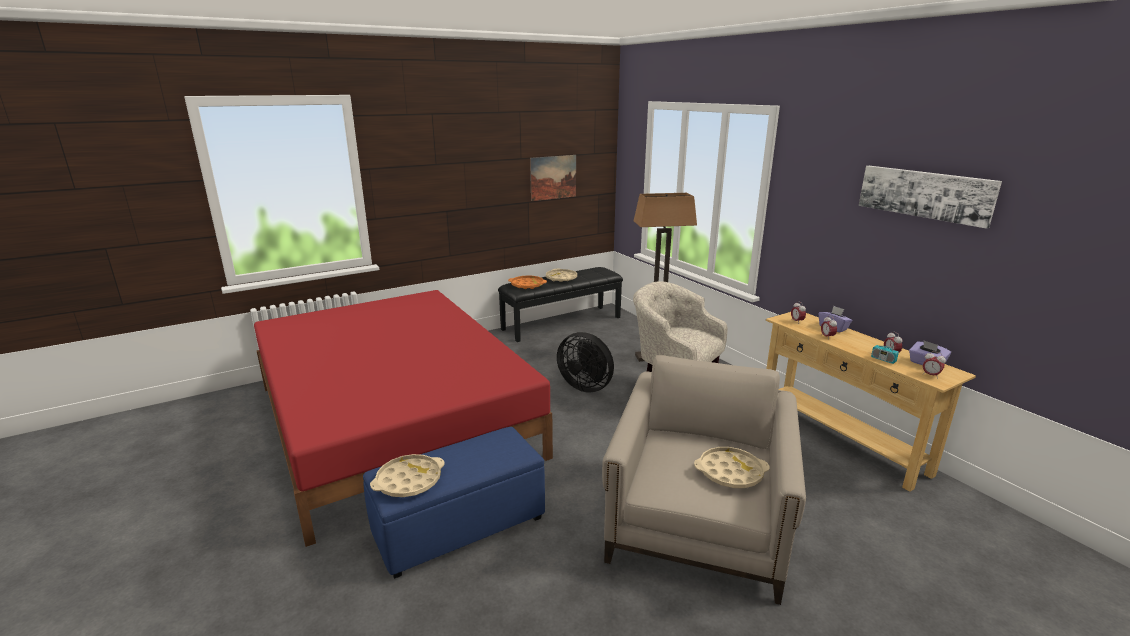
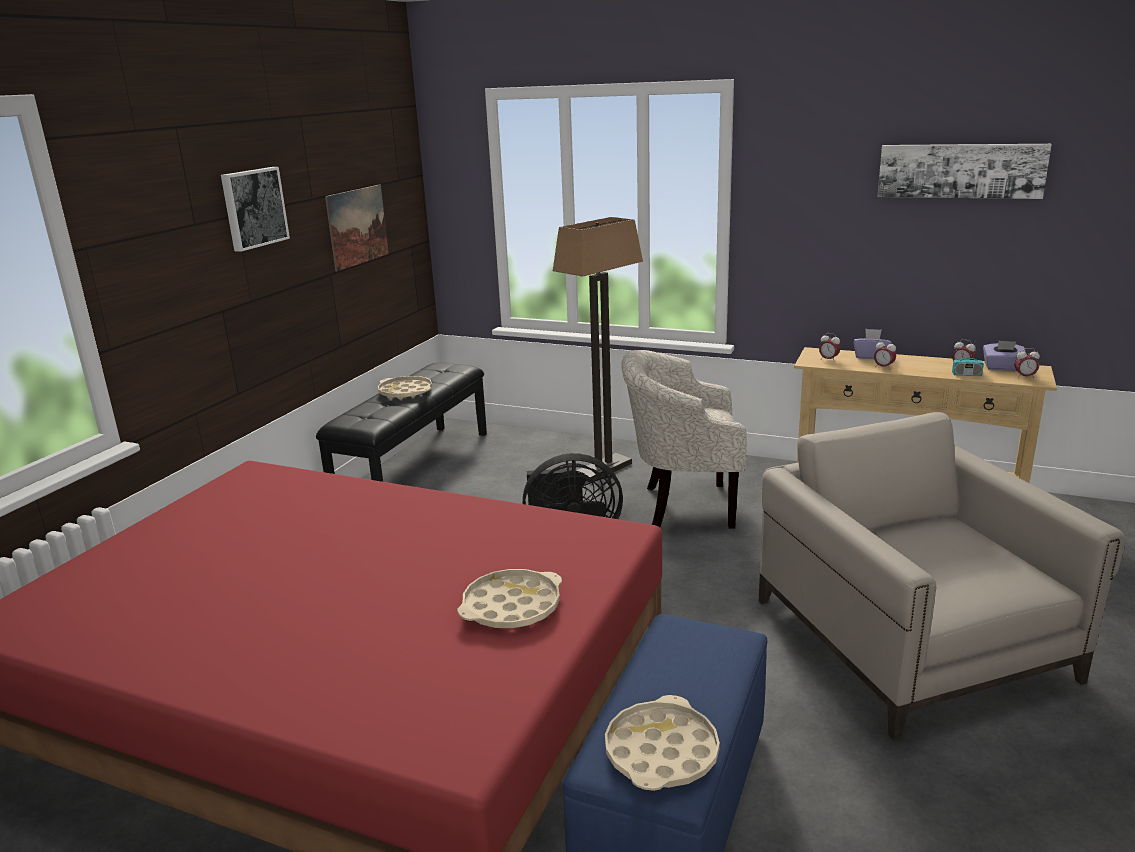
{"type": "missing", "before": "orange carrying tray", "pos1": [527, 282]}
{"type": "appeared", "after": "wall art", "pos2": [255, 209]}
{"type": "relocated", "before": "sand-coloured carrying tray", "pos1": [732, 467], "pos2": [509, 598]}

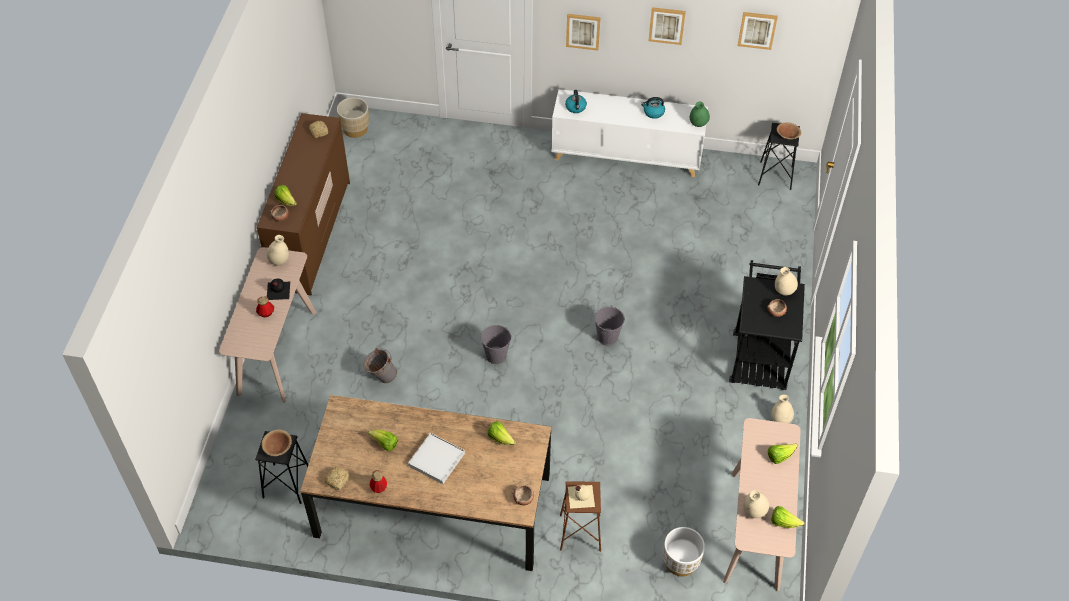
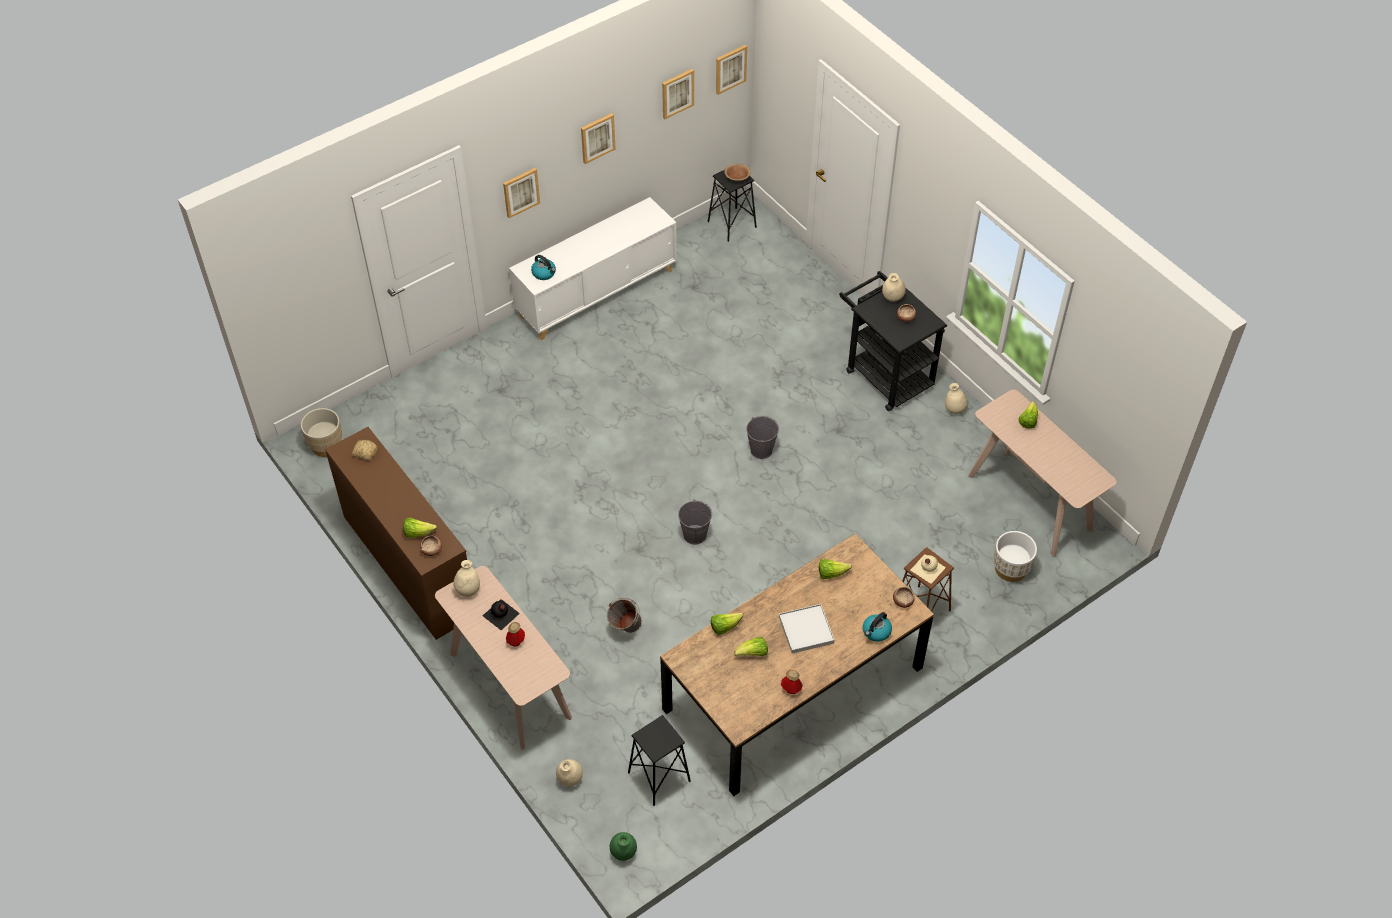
{"type": "missing", "before": "brown bowl", "pos1": [276, 442]}
{"type": "missing", "before": "bread", "pos1": [337, 478]}
{"type": "appeared", "after": "wall art", "pos2": [731, 70]}
{"type": "relocated", "before": "water kettle", "pos1": [653, 108], "pos2": [877, 627]}
{"type": "relocated", "before": "green-coloured flower vase", "pos1": [700, 114], "pos2": [623, 846]}
{"type": "relocated", "before": "sand-coloured flower vase", "pos1": [756, 504], "pos2": [569, 773]}
{"type": "relocated", "before": "head of lettuce", "pos1": [787, 517], "pos2": [727, 624]}

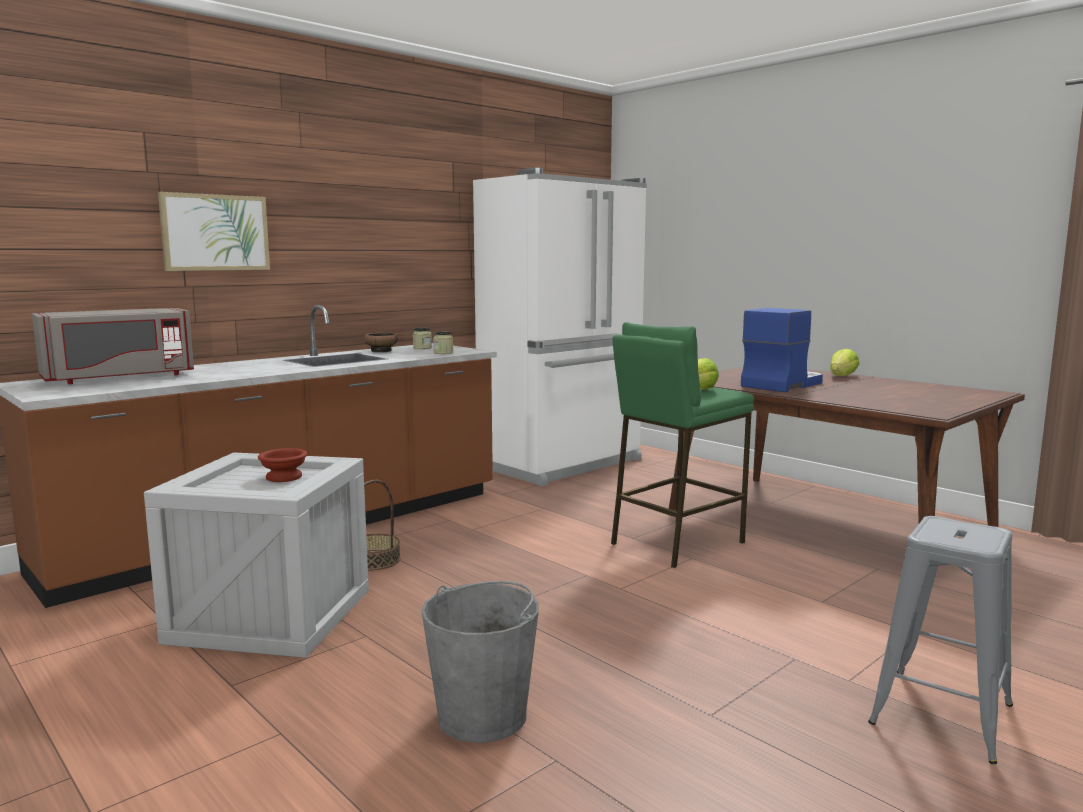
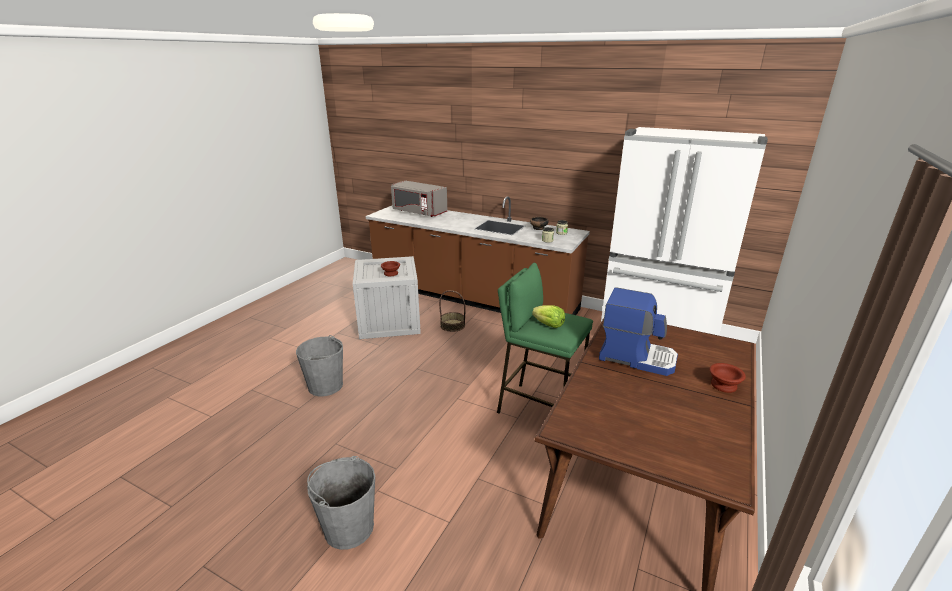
{"type": "missing", "before": "wall art", "pos1": [214, 231]}
{"type": "exchanged", "before": "head of lettuce", "after": "brown bowl", "pos1": [844, 362], "pos2": [728, 378]}
{"type": "exchanged", "before": "gray stool seat", "after": "gray water bucket", "pos1": [940, 640], "pos2": [341, 503]}

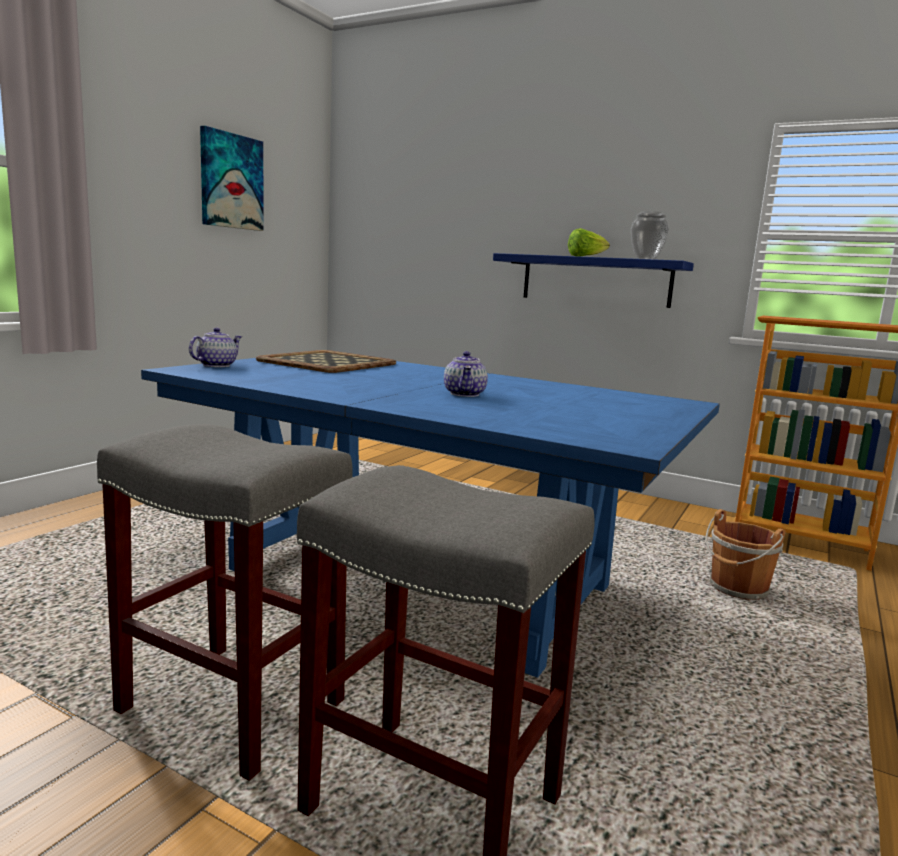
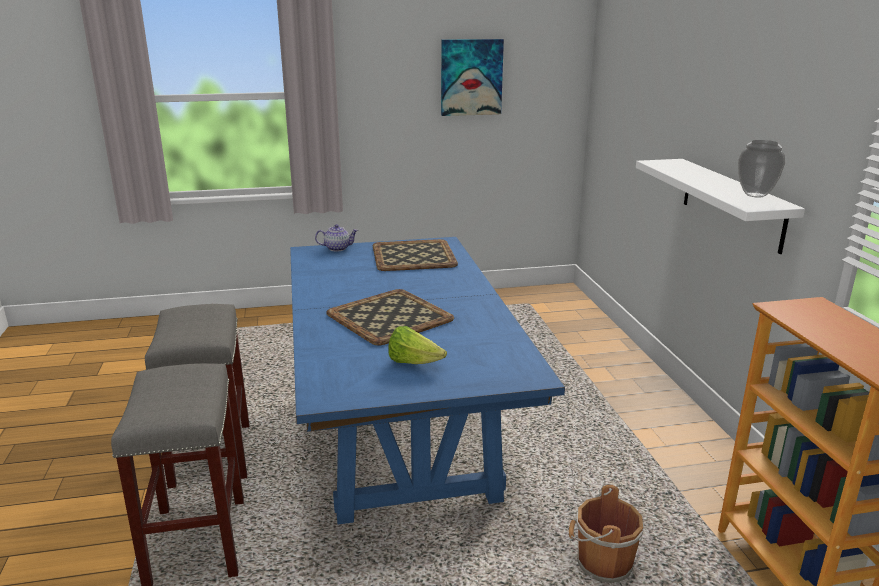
{"type": "relocated", "before": "head of lettuce", "pos1": [589, 242], "pos2": [417, 345]}
{"type": "exchanged", "before": "teapot", "after": "carrying tray", "pos1": [466, 374], "pos2": [390, 317]}
{"type": "colour", "before": "blue-coloured shelf", "after": "white shelf", "pos1": [593, 280], "pos2": [720, 206]}

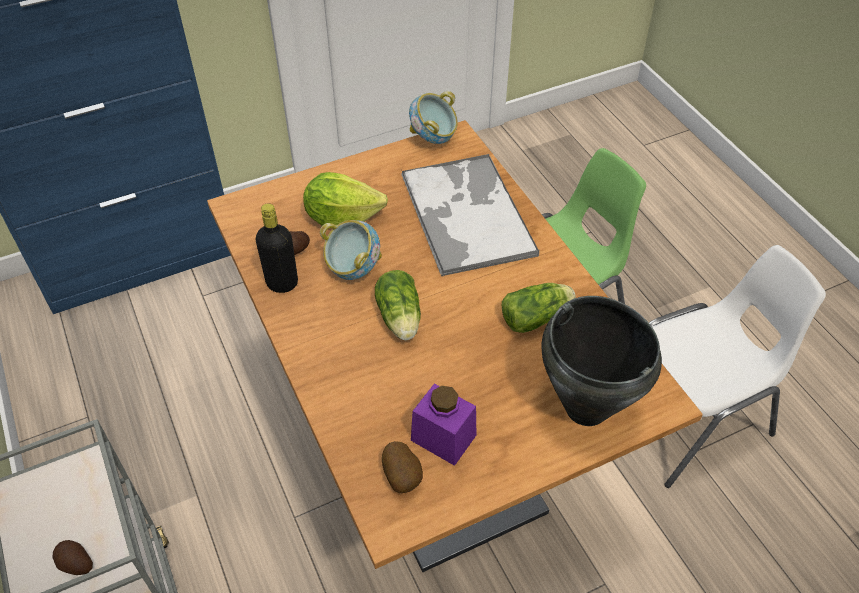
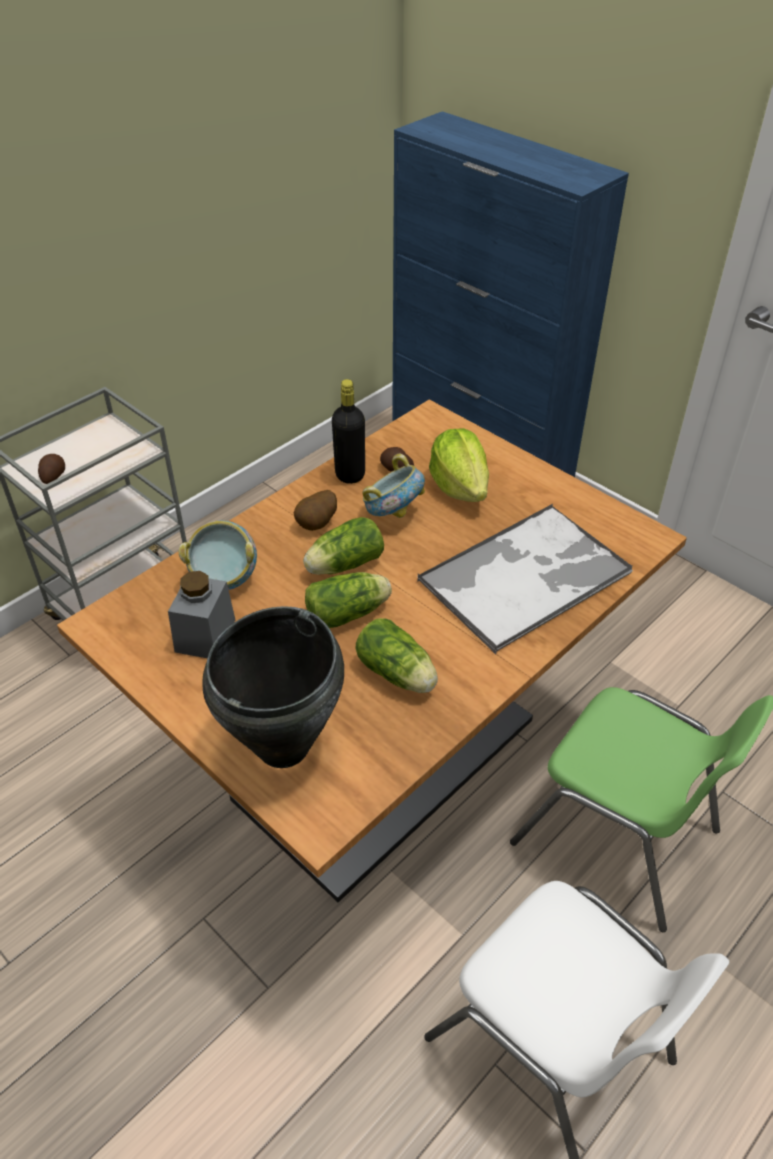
{"type": "appeared", "after": "head of lettuce", "pos2": [348, 600]}
{"type": "relocated", "before": "whole potato", "pos1": [402, 467], "pos2": [315, 510]}
{"type": "relocated", "before": "bowl", "pos1": [433, 117], "pos2": [218, 555]}
{"type": "colour", "before": "purplish storage jar", "after": "gray storage jar", "pos1": [443, 425], "pos2": [201, 614]}

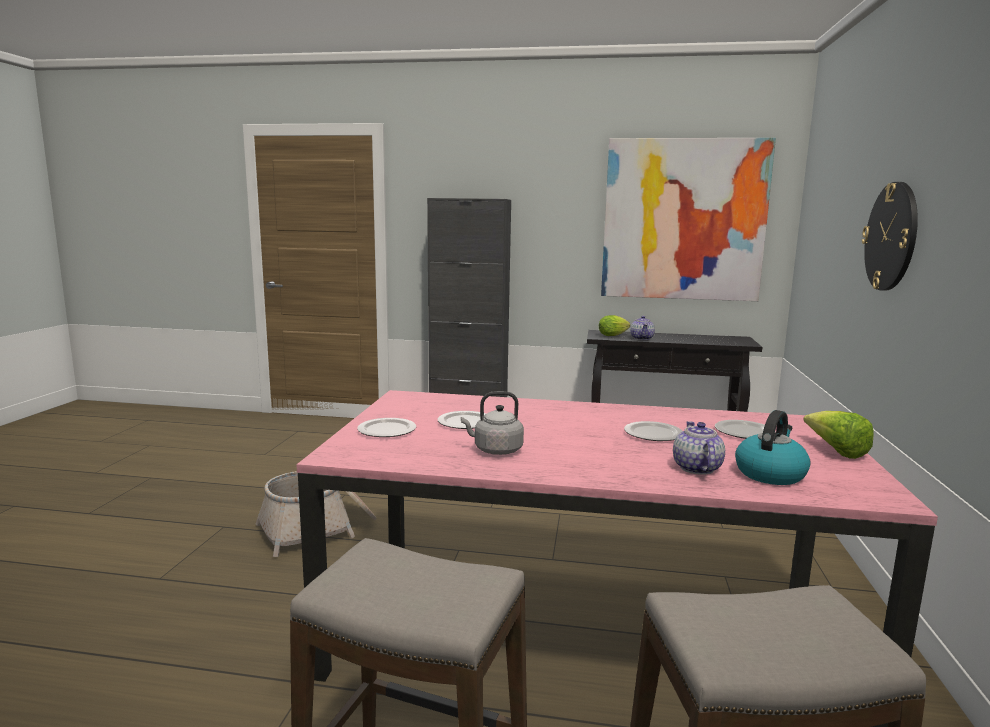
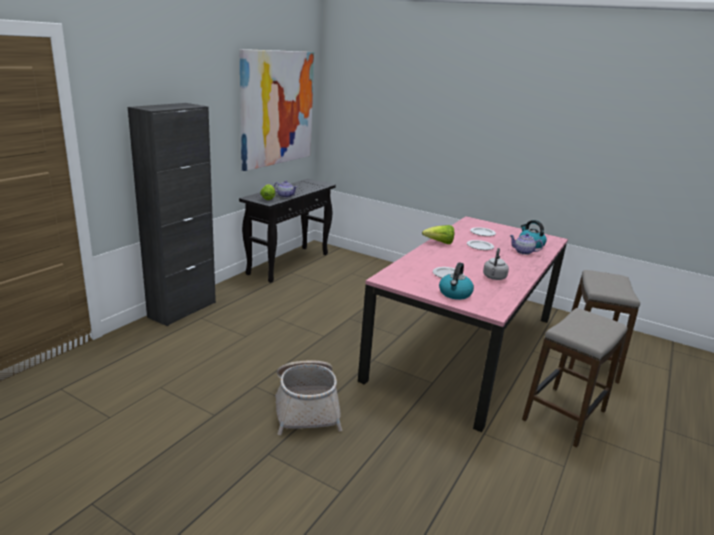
{"type": "missing", "before": "hanging clock", "pos1": [890, 236]}
{"type": "relocated", "before": "head of lettuce", "pos1": [838, 435], "pos2": [438, 234]}
{"type": "exchanged", "before": "dinner plate", "after": "water kettle", "pos1": [386, 427], "pos2": [456, 281]}

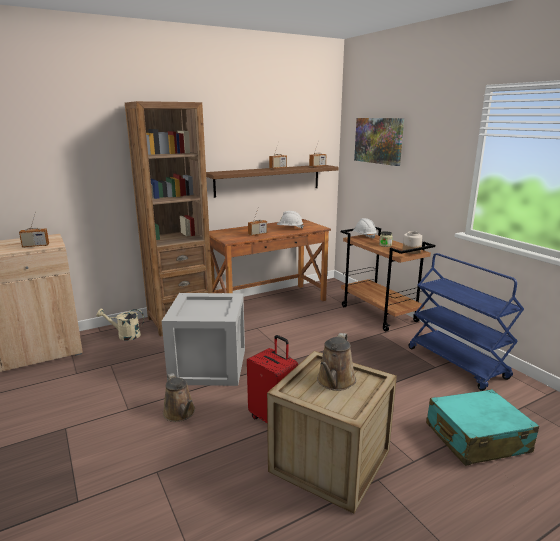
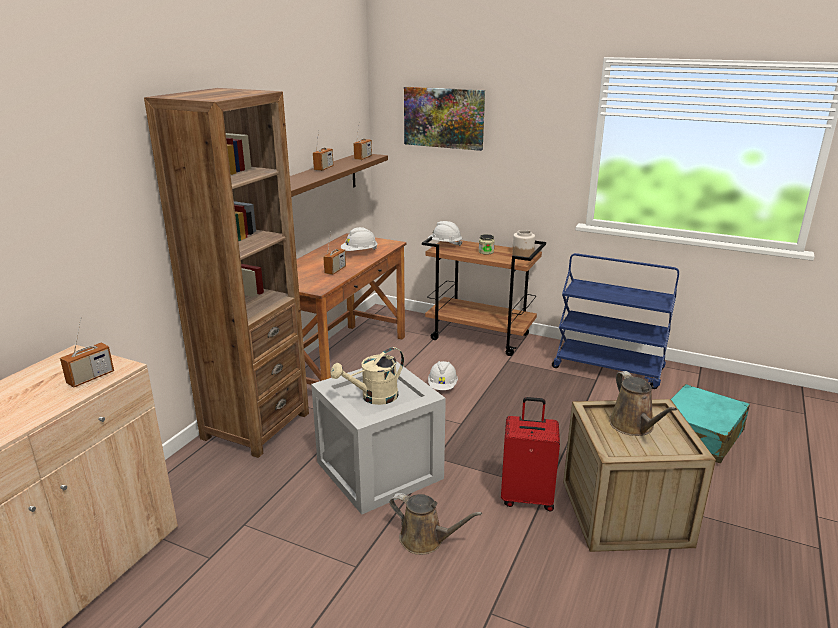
{"type": "appeared", "after": "white work helmet", "pos2": [443, 375]}
{"type": "relocated", "before": "sand-coloured sprinkling can", "pos1": [120, 324], "pos2": [367, 376]}

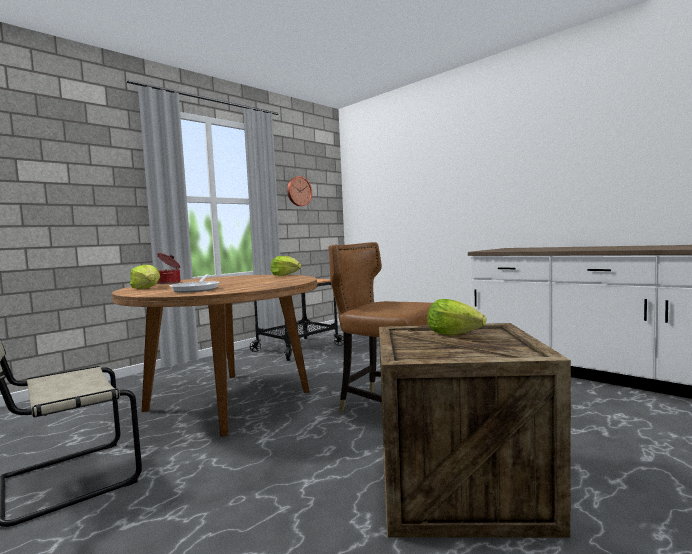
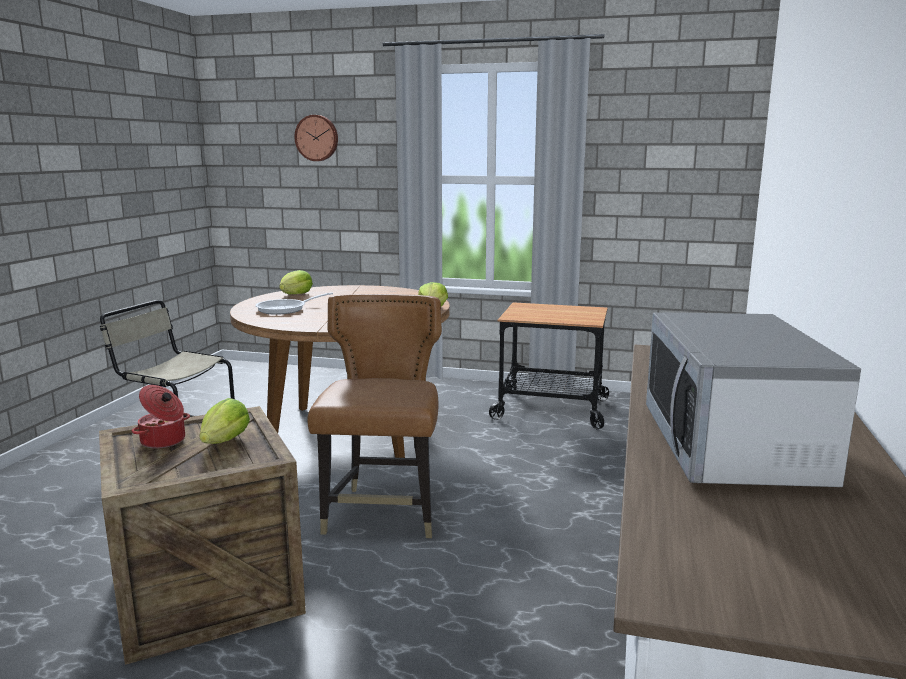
{"type": "appeared", "after": "microwave oven", "pos2": [753, 399]}
{"type": "relocated", "before": "cooking pot", "pos1": [168, 268], "pos2": [161, 416]}
{"type": "relocated", "before": "hanging clock", "pos1": [299, 191], "pos2": [316, 138]}

